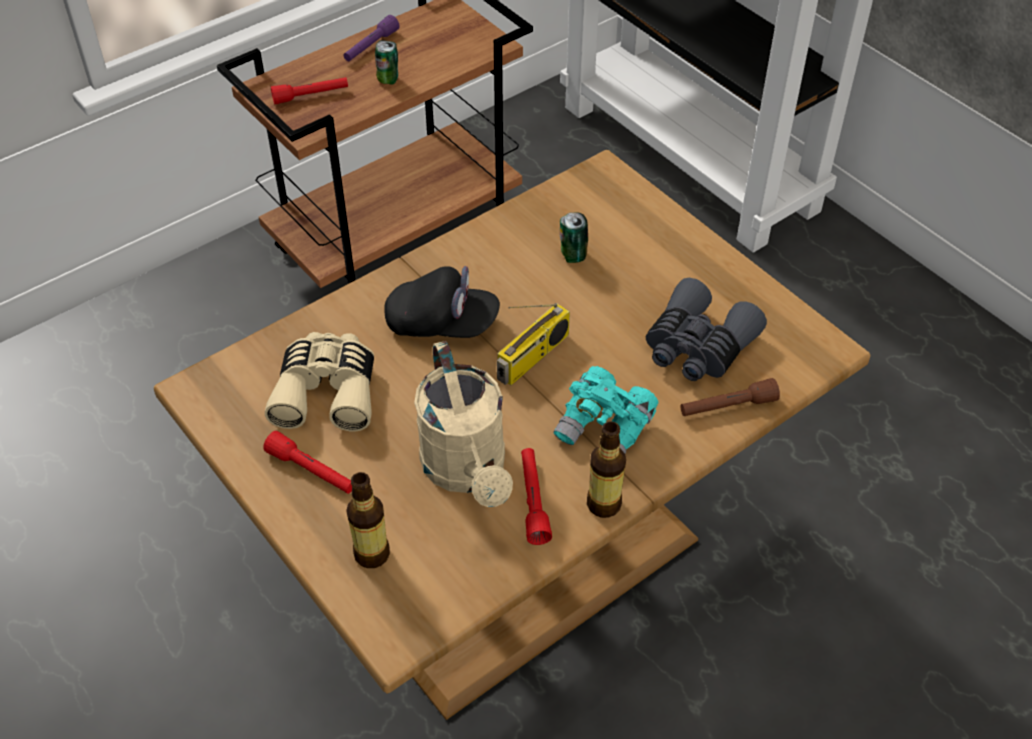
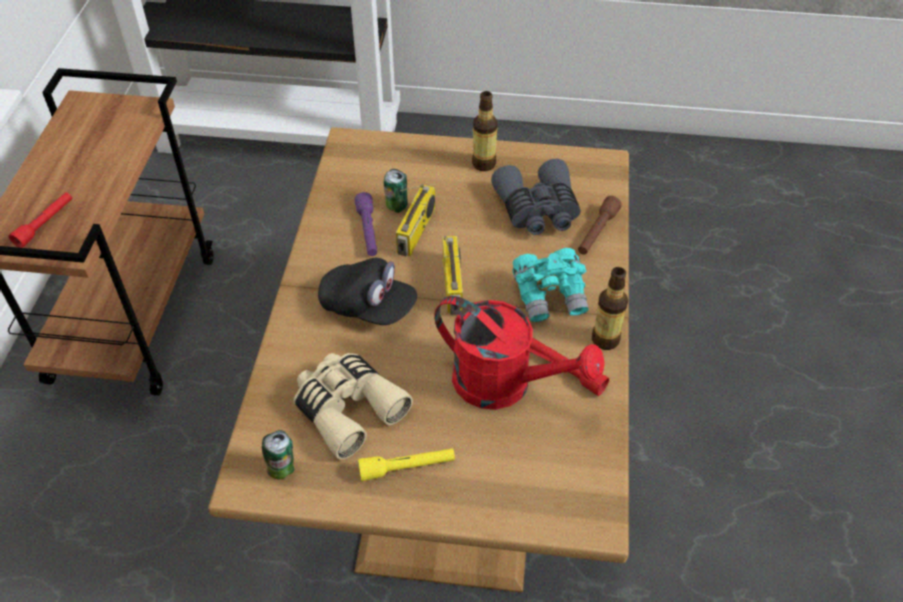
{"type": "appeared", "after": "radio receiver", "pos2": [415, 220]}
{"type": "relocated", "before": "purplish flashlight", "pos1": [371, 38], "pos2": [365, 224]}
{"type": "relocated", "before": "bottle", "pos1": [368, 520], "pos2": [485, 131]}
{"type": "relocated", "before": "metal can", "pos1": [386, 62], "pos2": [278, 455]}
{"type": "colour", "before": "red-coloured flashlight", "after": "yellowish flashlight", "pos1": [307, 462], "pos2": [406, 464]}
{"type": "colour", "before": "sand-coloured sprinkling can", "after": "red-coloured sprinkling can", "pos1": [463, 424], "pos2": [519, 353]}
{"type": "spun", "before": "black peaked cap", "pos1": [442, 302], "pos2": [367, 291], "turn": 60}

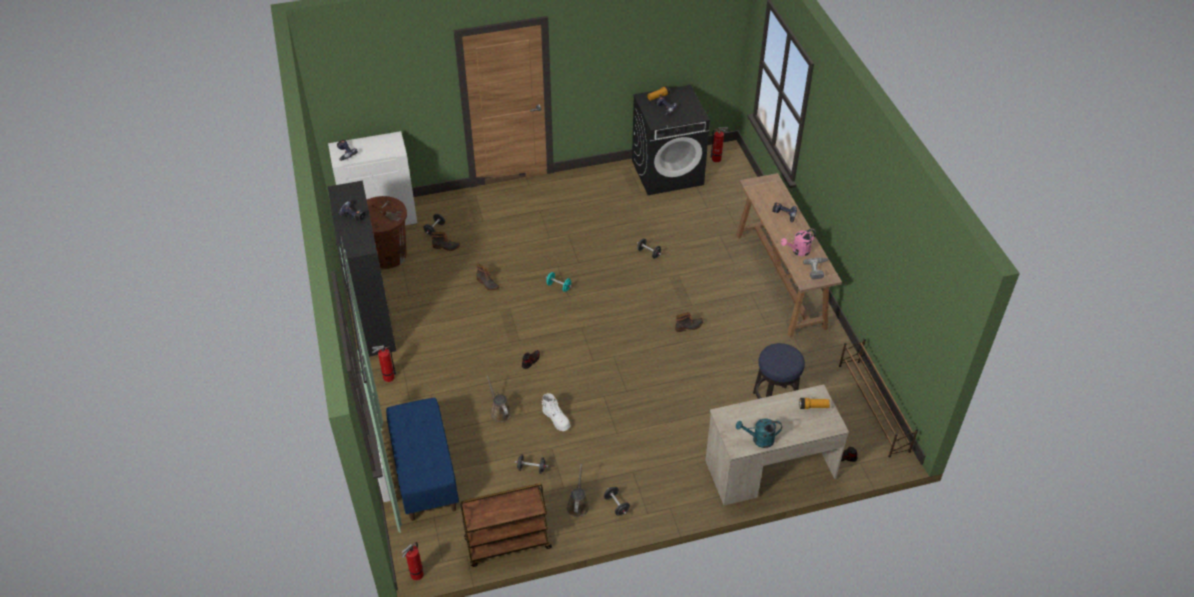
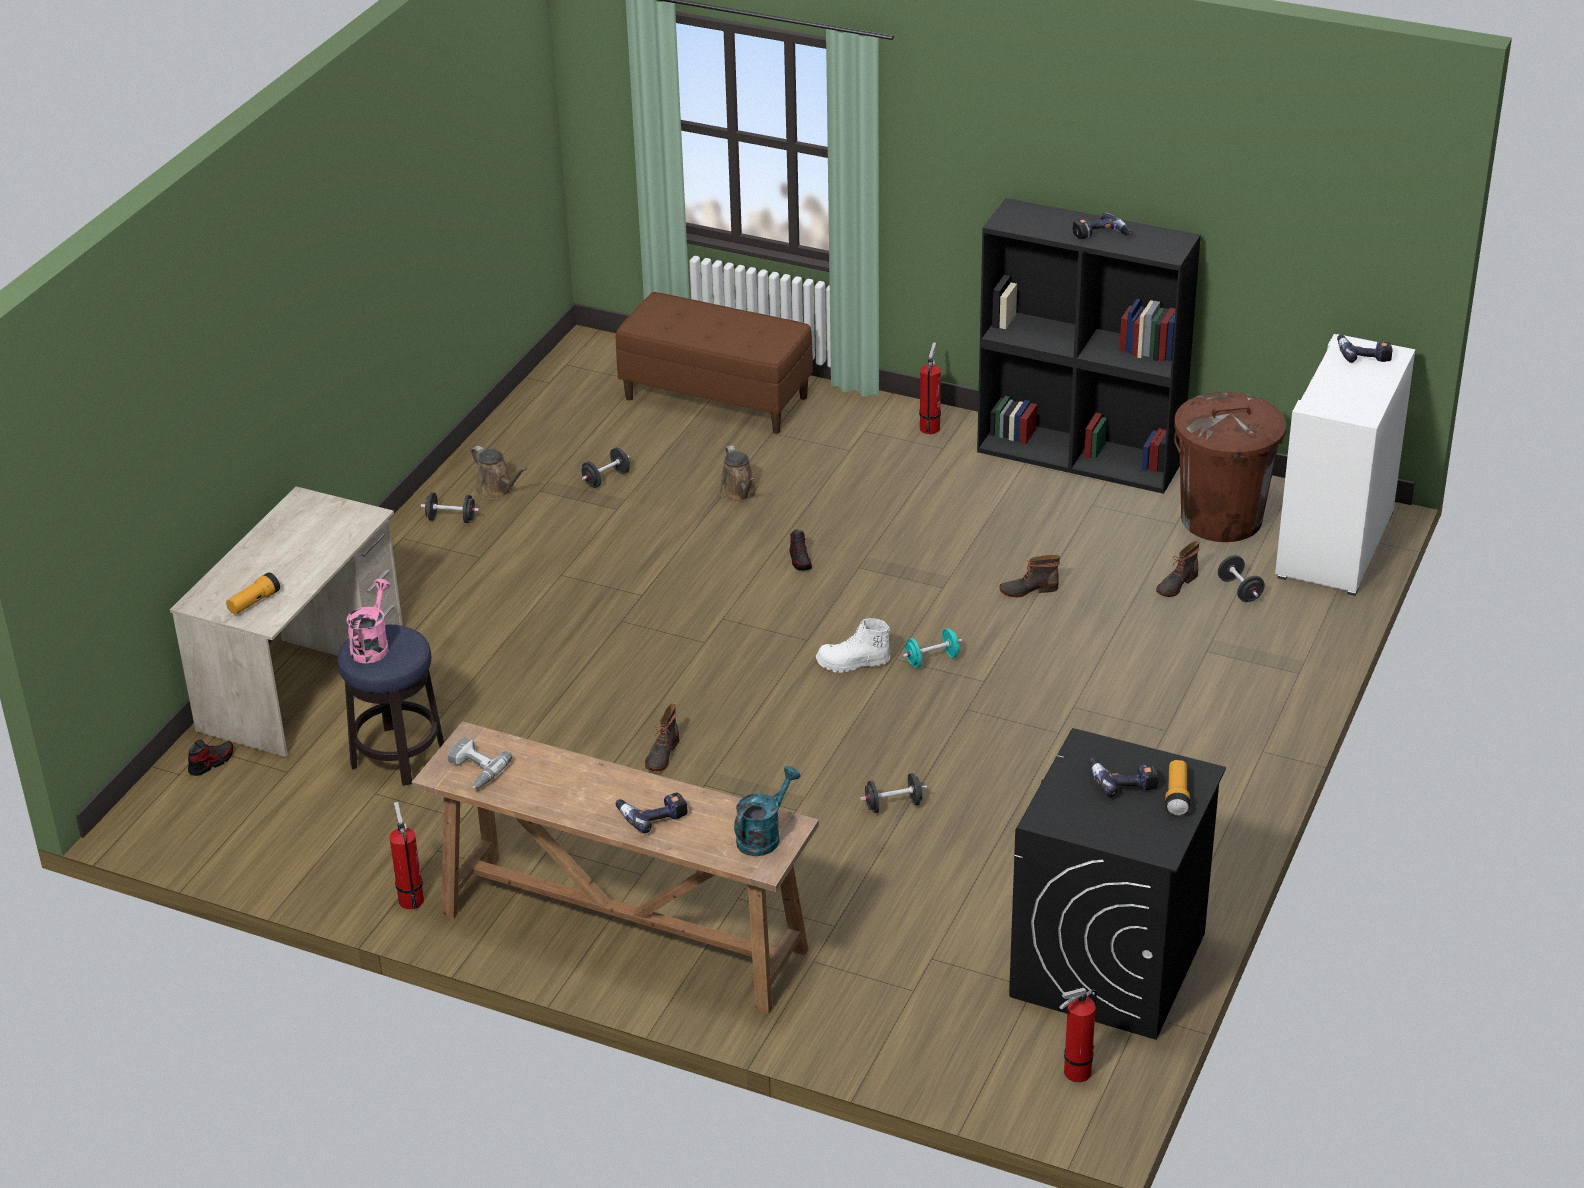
{"type": "missing", "before": "brown cart", "pos1": [506, 525]}
{"type": "missing", "before": "brown shoe stand", "pos1": [878, 398]}
{"type": "relocated", "before": "extinguisher", "pos1": [413, 561], "pos2": [406, 855]}
{"type": "relocated", "before": "white tall boot", "pos1": [556, 412], "pos2": [853, 645]}
{"type": "relocated", "before": "turquoise-coloured sprinkling can", "pos1": [759, 433], "pos2": [767, 811]}
{"type": "relocated", "before": "pink sprinkling can", "pos1": [798, 242], "pos2": [368, 621]}
{"type": "colour", "before": "blue-coloured indoor bench", "after": "brown indoor bench", "pos1": [422, 459], "pos2": [714, 363]}
{"type": "spun", "before": "brown sprinkling can", "pos1": [499, 399], "pos2": [738, 473], "turn": 60}

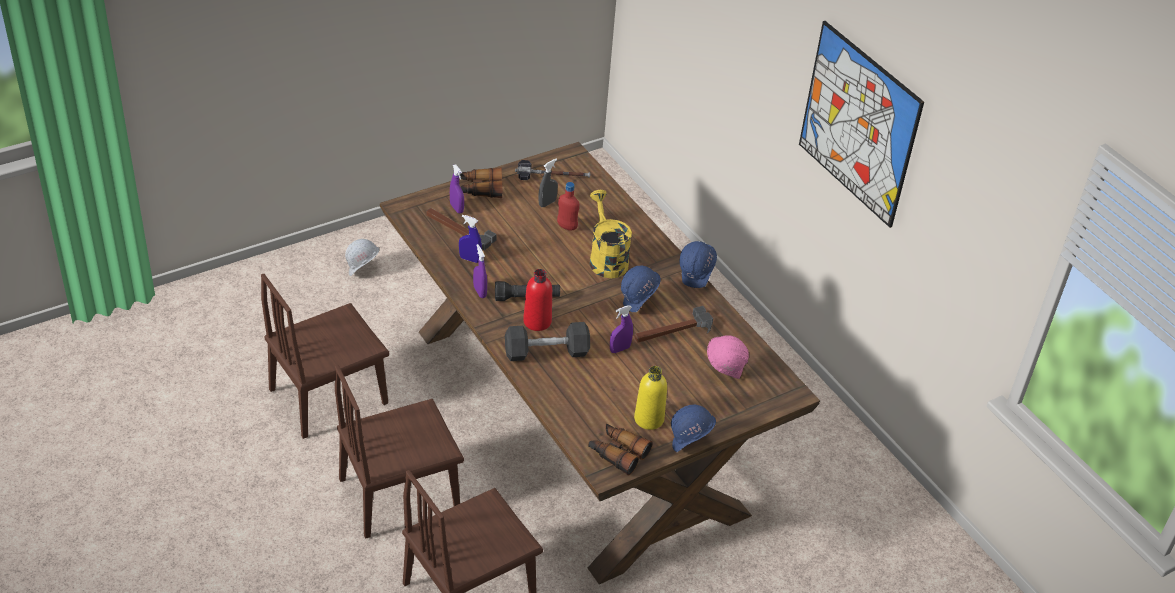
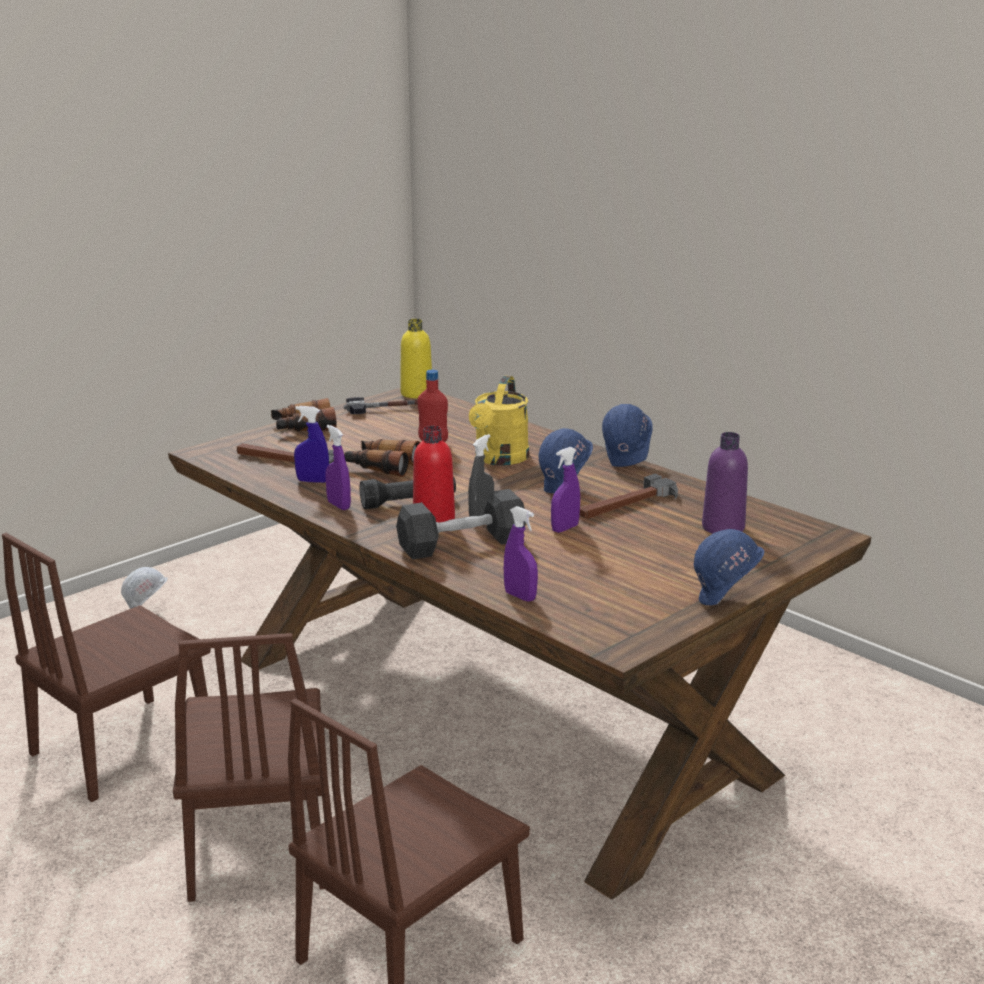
{"type": "missing", "before": "wall art", "pos1": [861, 124]}
{"type": "relocated", "before": "purplish spray bottle", "pos1": [457, 188], "pos2": [521, 554]}
{"type": "relocated", "before": "gray spray bottle", "pos1": [548, 183], "pos2": [481, 475]}
{"type": "relocated", "before": "pair of binoculars", "pos1": [620, 449], "pos2": [382, 458]}
{"type": "relocated", "before": "yellowish bottle", "pos1": [650, 398], "pos2": [416, 358]}
{"type": "exchanged", "before": "pink work helmet", "after": "purplish bottle", "pos1": [728, 357], "pos2": [725, 483]}
{"type": "spun", "before": "brown plain chair", "pos1": [399, 452], "pos2": [248, 767], "turn": -60}
{"type": "spun", "before": "yellowish sprinkling can", "pos1": [611, 234], "pos2": [499, 420], "turn": -135}

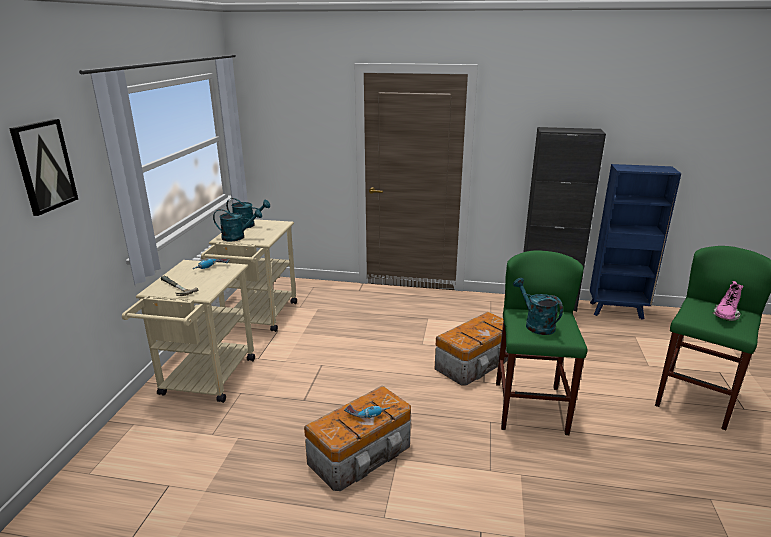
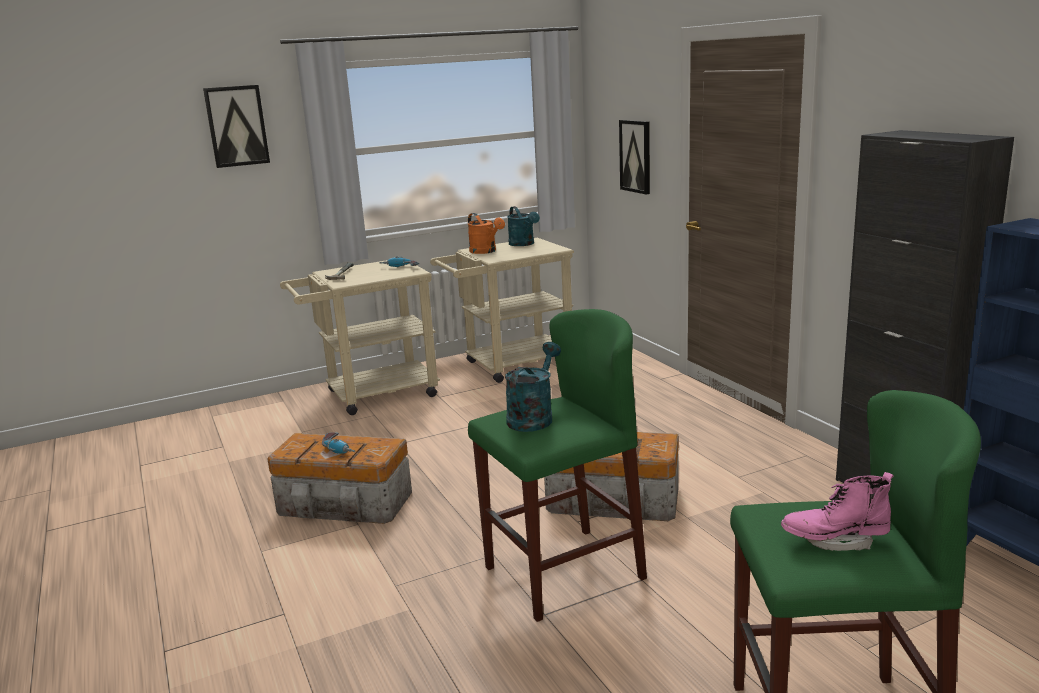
{"type": "appeared", "after": "wall art", "pos2": [634, 157]}
{"type": "colour", "before": "turquoise-coloured sprinkling can", "after": "orange sprinkling can", "pos1": [237, 225], "pos2": [486, 233]}

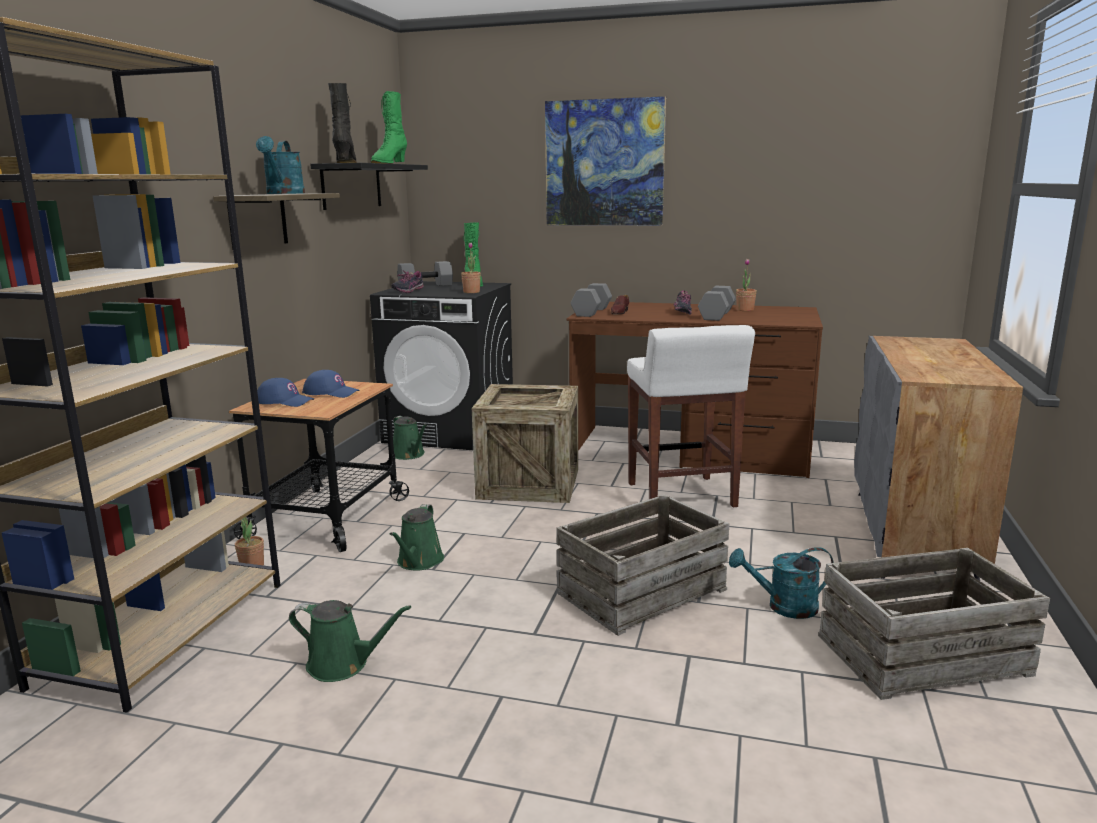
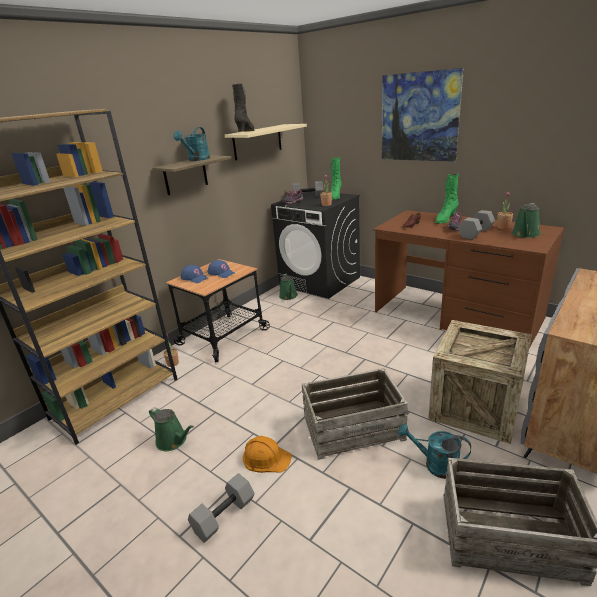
{"type": "missing", "before": "white stool seat", "pos1": [691, 416]}
{"type": "appeared", "after": "orange work helmet", "pos2": [267, 454]}
{"type": "relocated", "before": "green-coloured tall boot", "pos1": [389, 127], "pos2": [447, 198]}
{"type": "relocated", "before": "green-coloured sprinkling can", "pos1": [416, 537], "pos2": [526, 220]}
{"type": "relocated", "before": "shipping crate", "pos1": [525, 443], "pos2": [480, 382]}
{"type": "relocated", "before": "gray free weight", "pos1": [591, 300], "pos2": [221, 508]}
{"type": "colour", "before": "black shelf", "after": "sand-coloured shelf", "pos1": [369, 186], "pos2": [266, 142]}

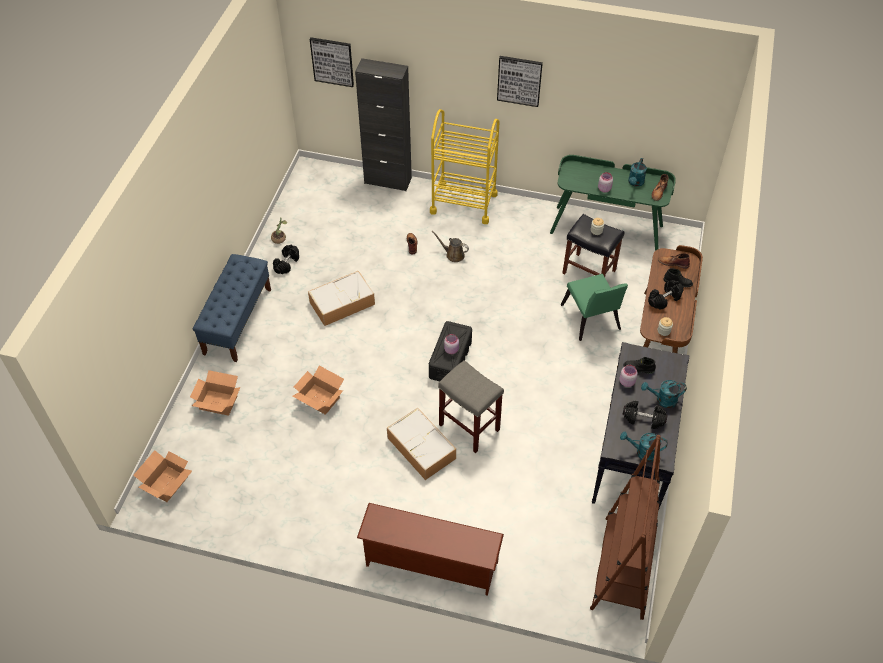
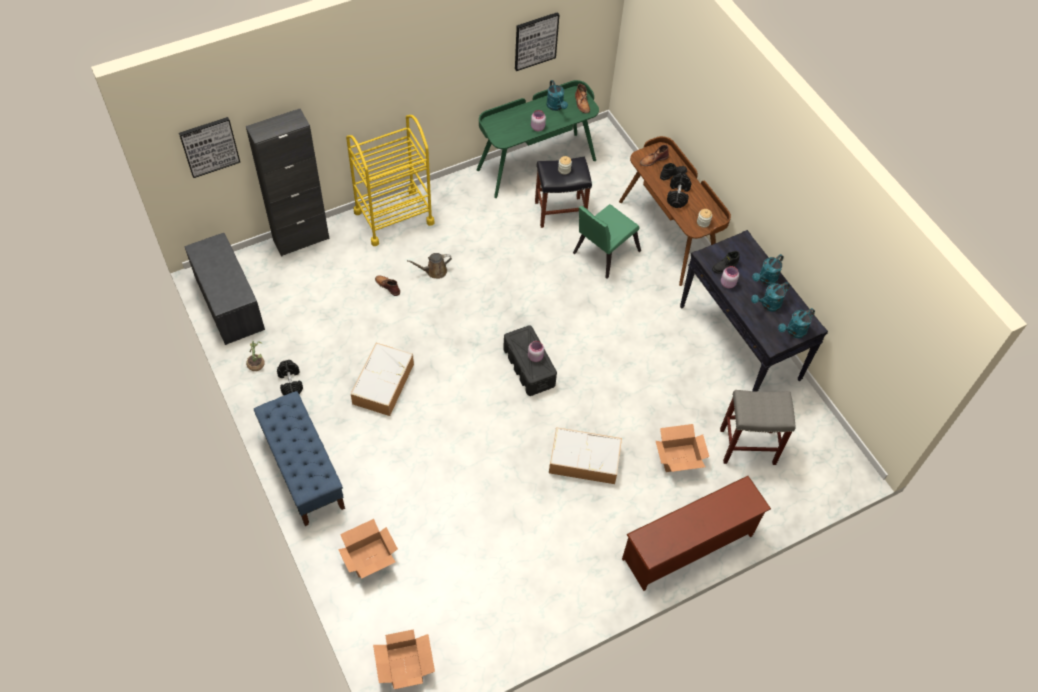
{"type": "missing", "before": "brown bookcase", "pos1": [625, 527]}
{"type": "appeared", "after": "gray indoor bench", "pos2": [225, 289]}
{"type": "relocated", "before": "packing box", "pos1": [318, 390], "pos2": [682, 448]}
{"type": "relocated", "before": "gray stool seat", "pos1": [471, 406], "pos2": [758, 427]}
{"type": "relocated", "before": "wall art", "pos1": [520, 81], "pos2": [537, 41]}
{"type": "exchanged", "before": "black free weight", "after": "turquoise-coloured sprinkling can", "pos1": [645, 415], "pos2": [770, 297]}
{"type": "spun", "before": "green-coloured plain chair", "pos1": [594, 307], "pos2": [607, 241], "turn": 105}

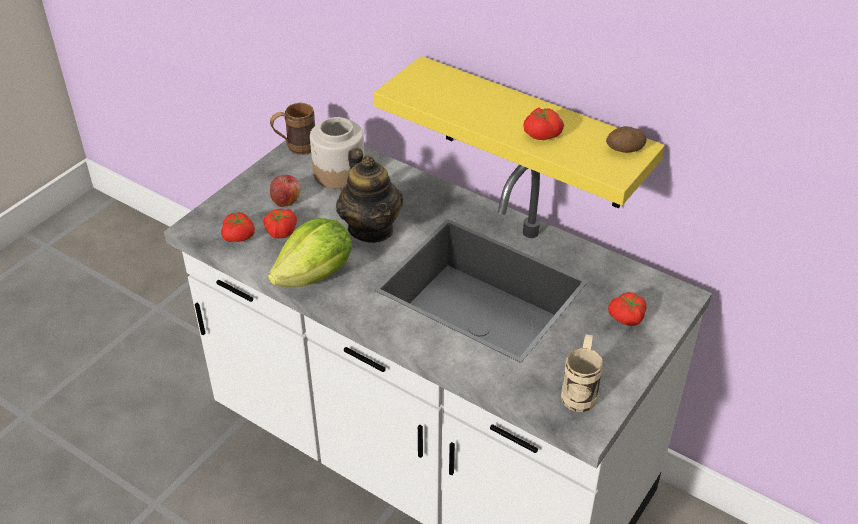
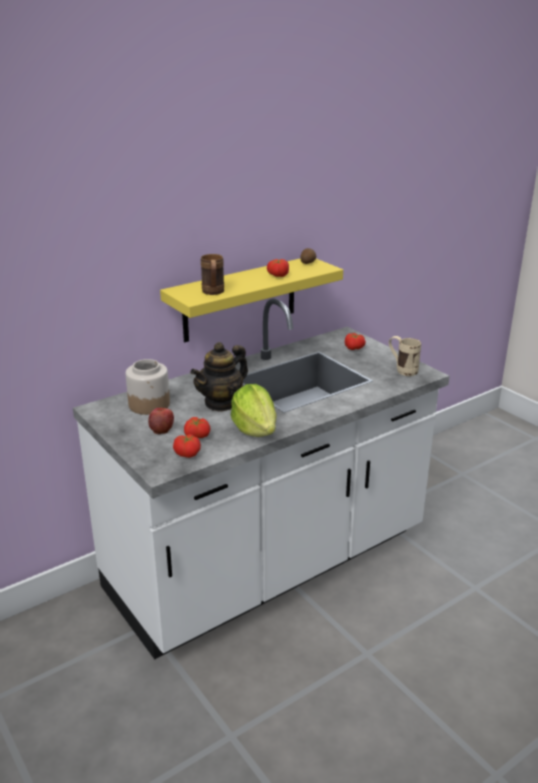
{"type": "relocated", "before": "brown mug", "pos1": [292, 129], "pos2": [212, 274]}
{"type": "spun", "before": "teapot", "pos1": [369, 195], "pos2": [219, 377], "turn": 135}

